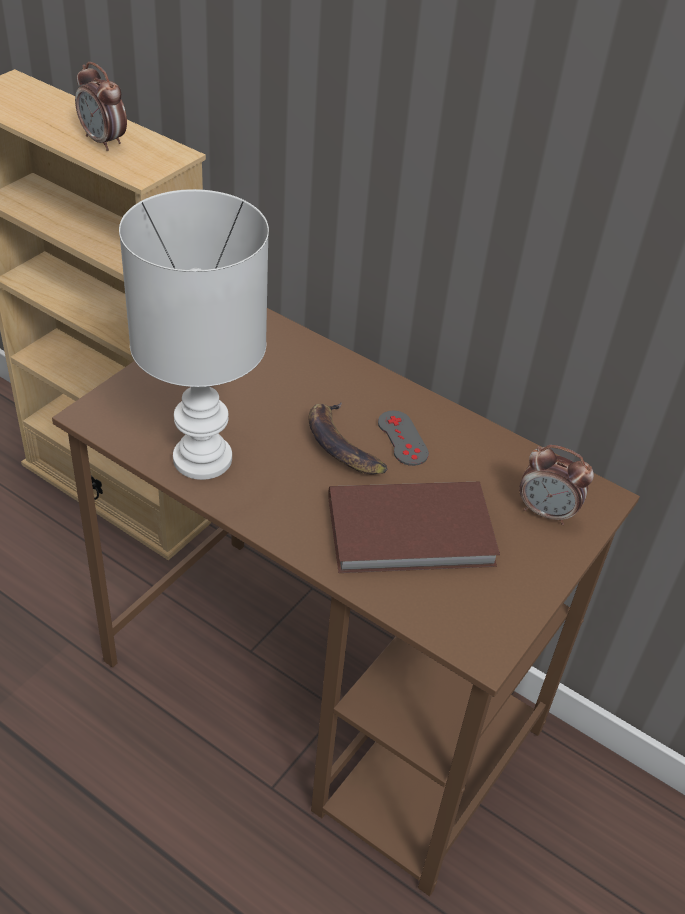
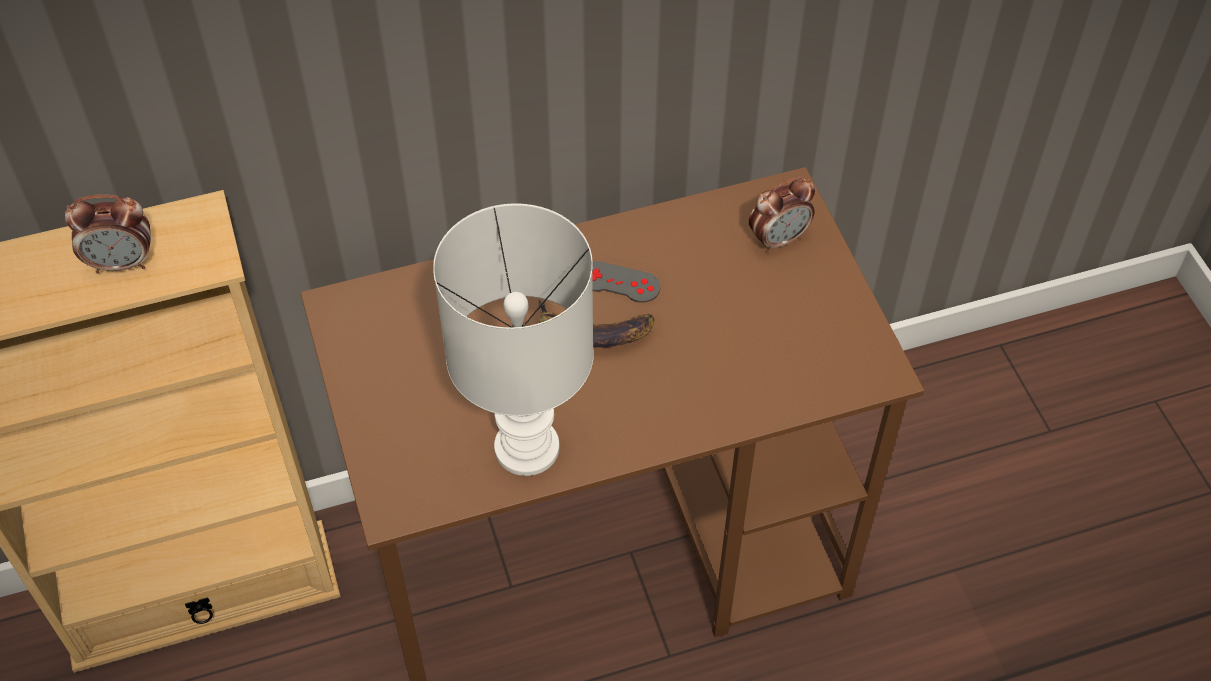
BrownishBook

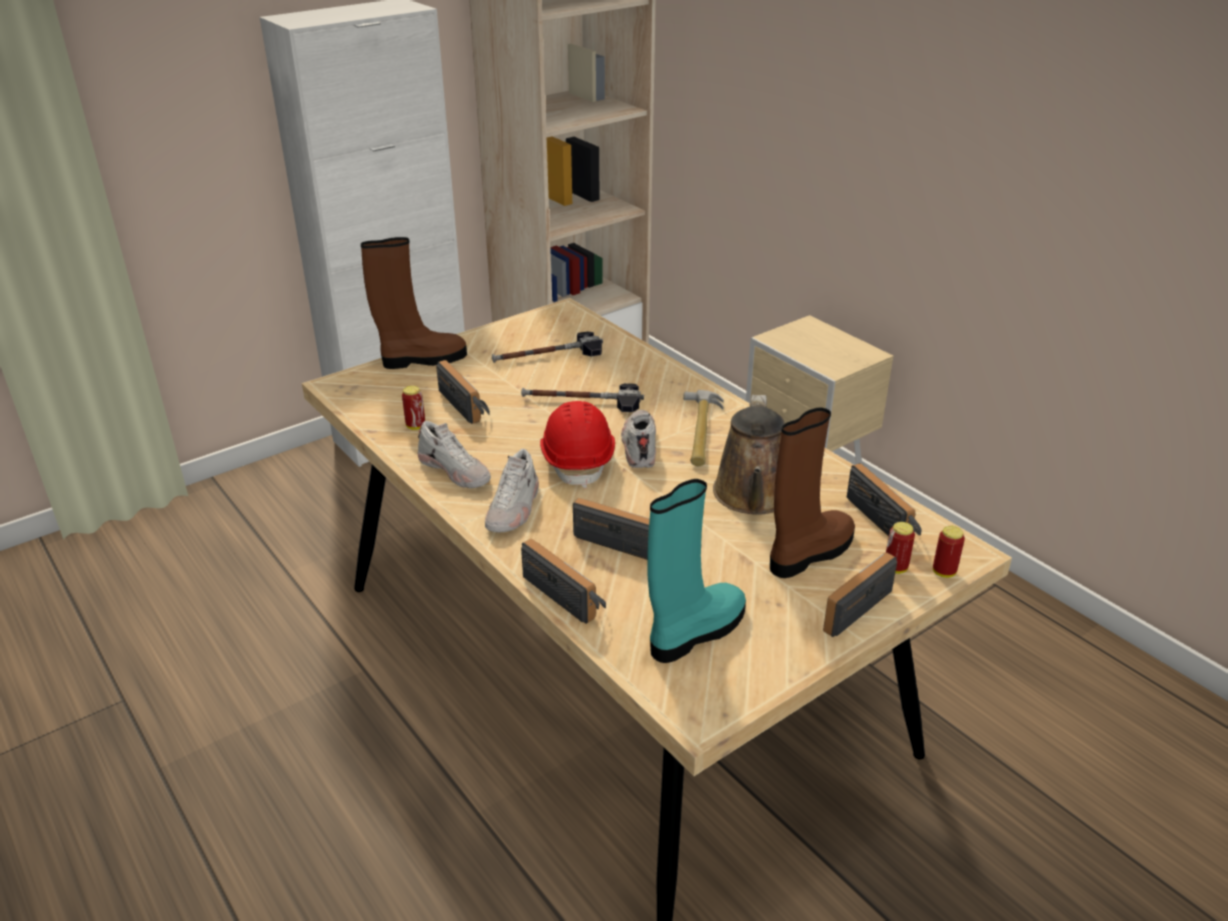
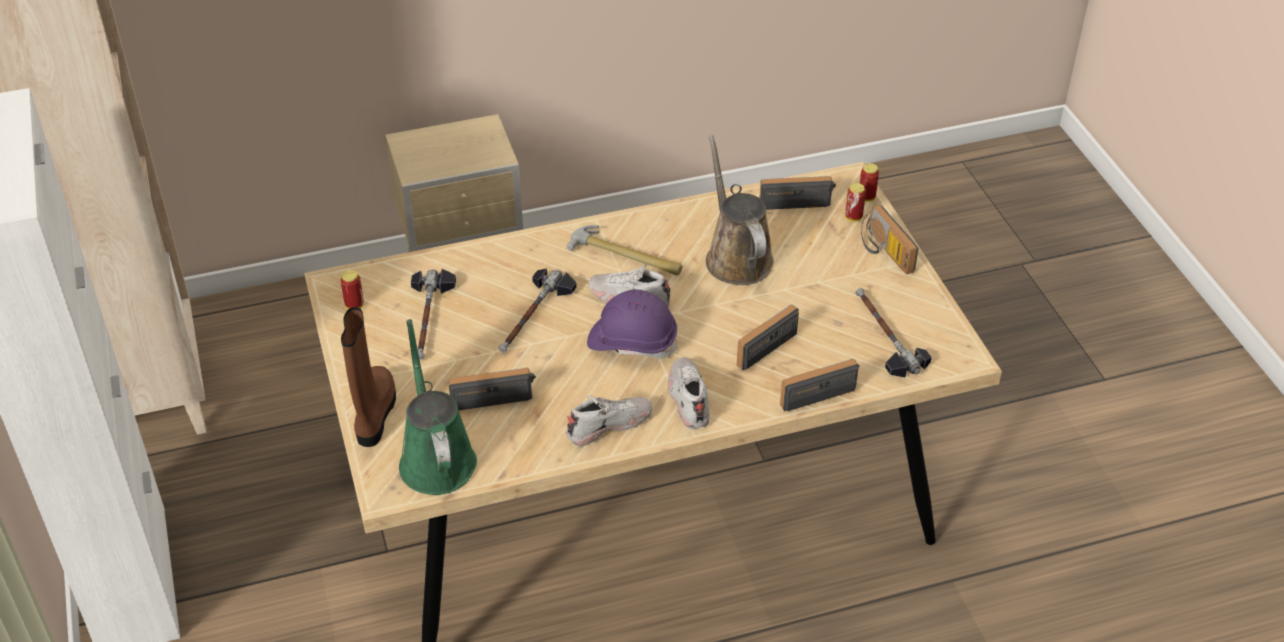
MetalCan (no. 1 from left); BrownishWateringPot; PurpleWorkHelmet; BrownishHighTopBoot (no. 2 from left in the first image); WhitishLowShoe (no. 3 from left); ToolHammer (no. 4 from left); GreenishWateringPot

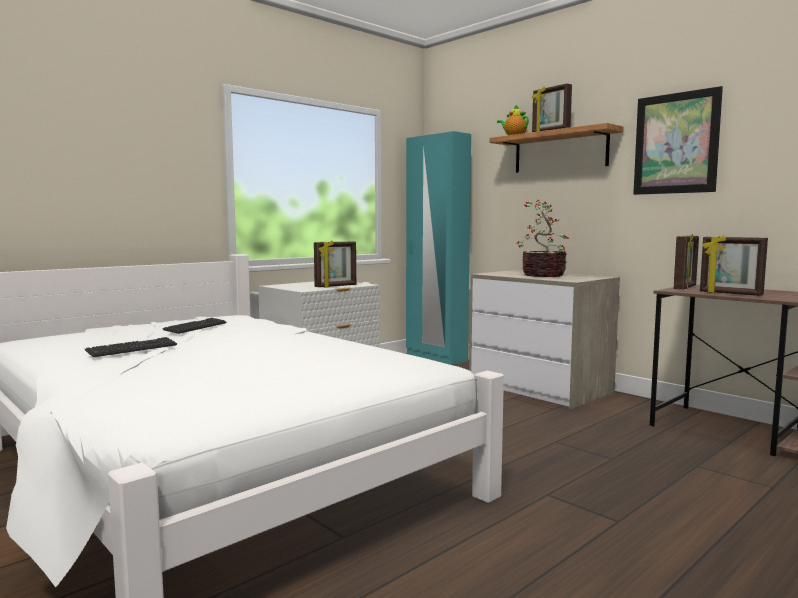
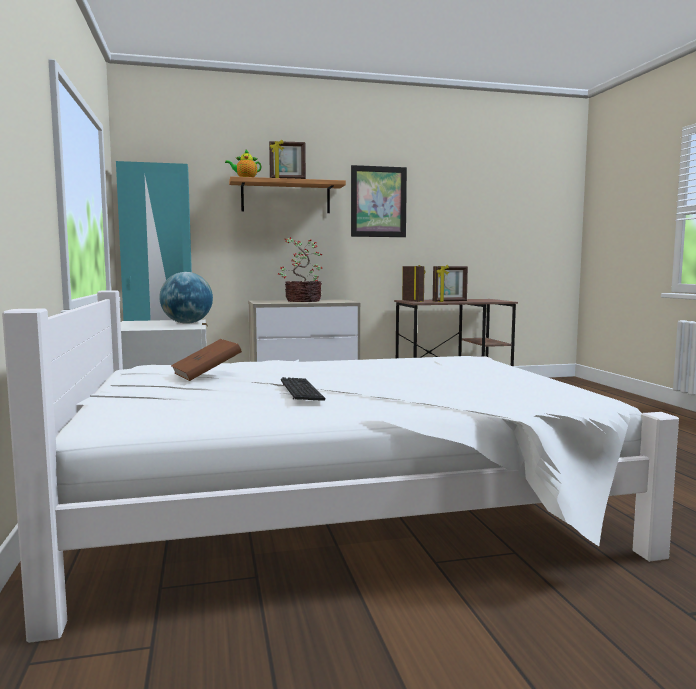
WorldGlobe; BrownishBook

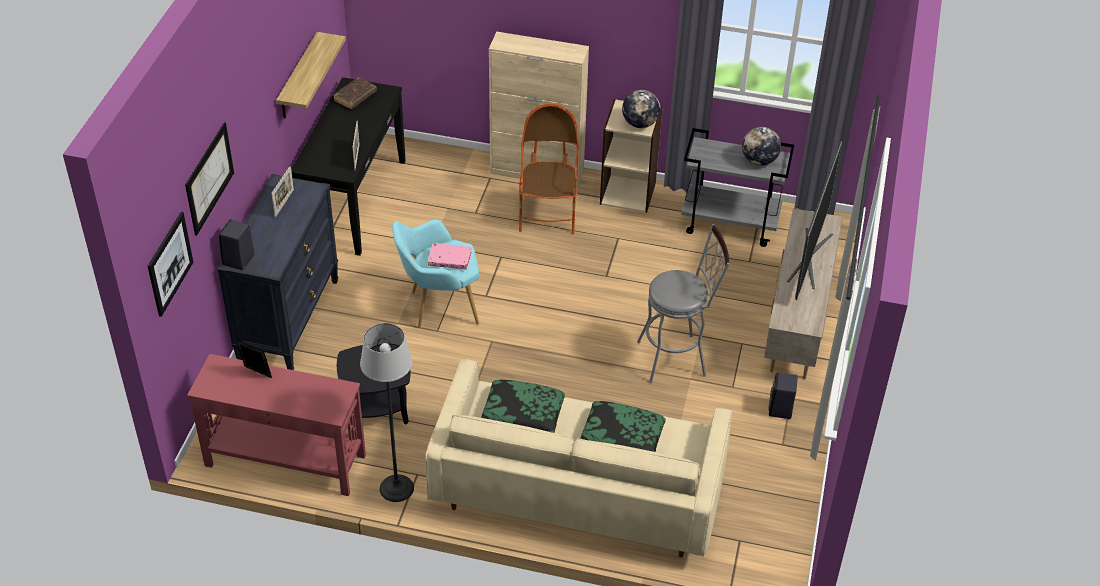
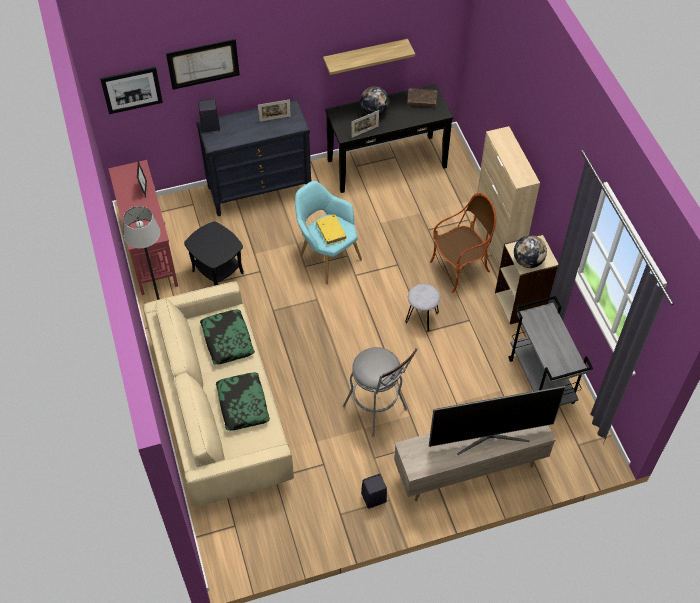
WorldGlobe (no. 1 from left); YellowBook; GreySittingStool (no. 2 from left)

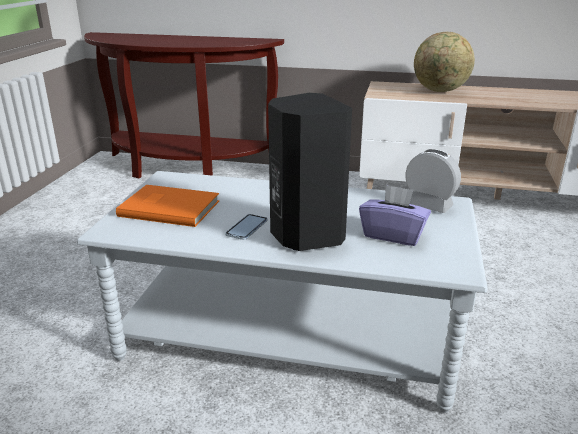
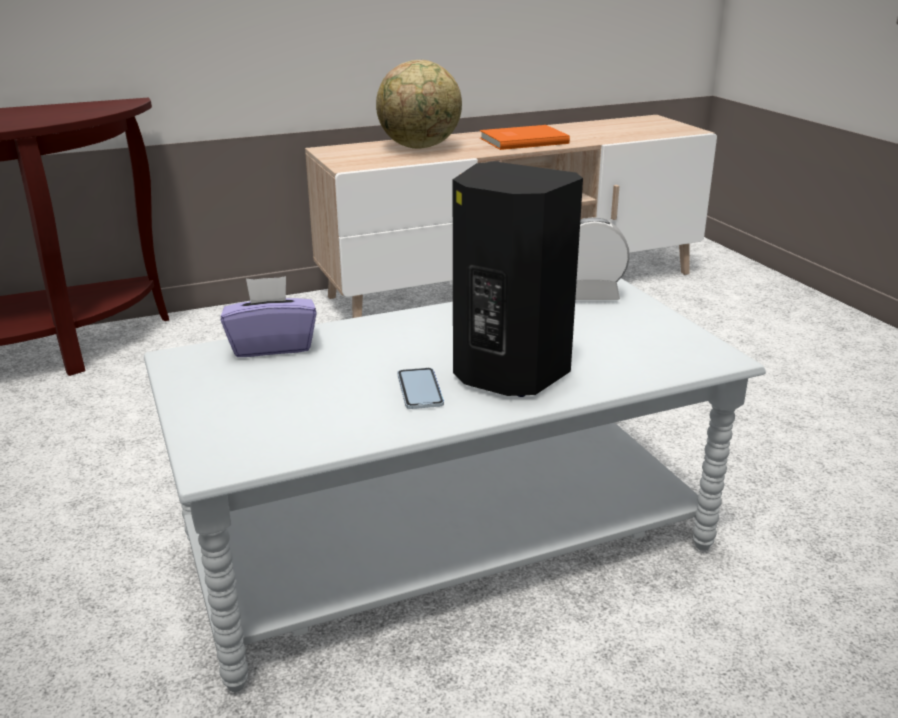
OrangeyBook; PurpleTissueBox

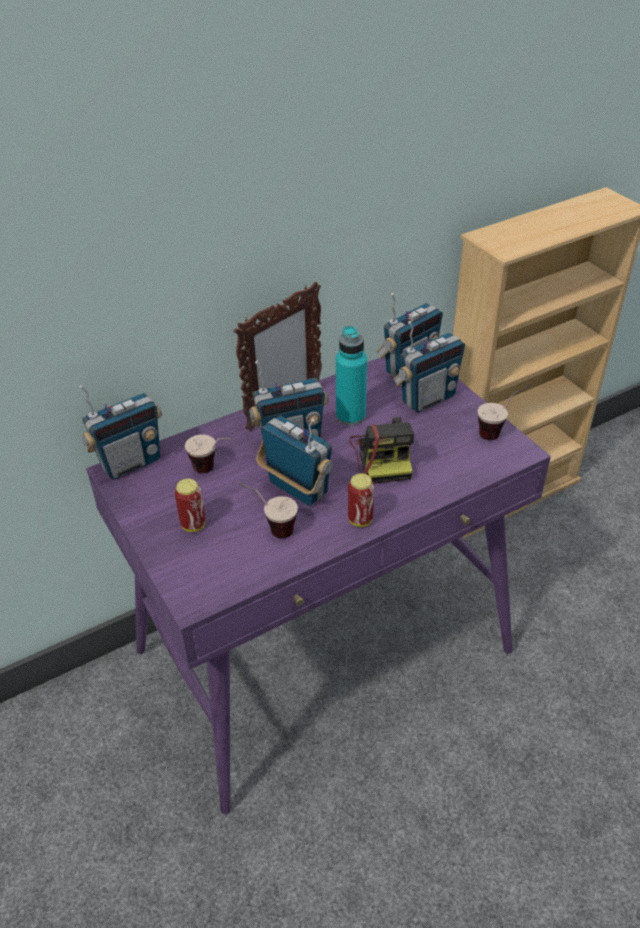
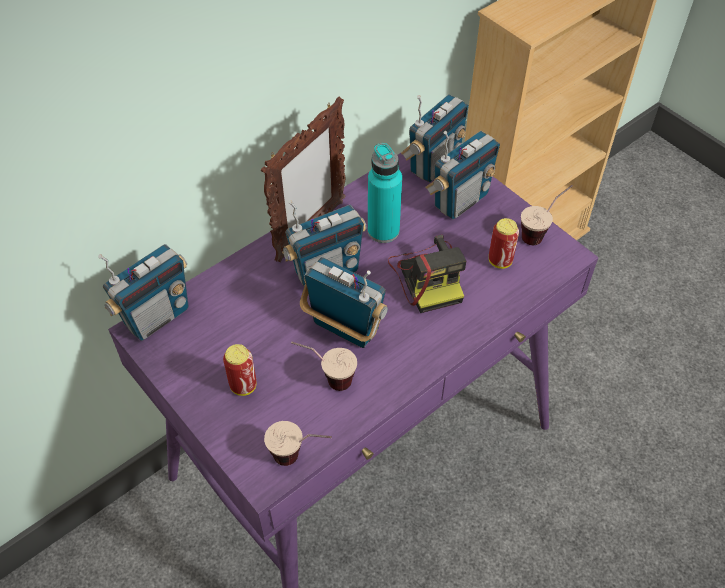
DrinkingCup (no. 1 from left); MetalCan (no. 2 from left)

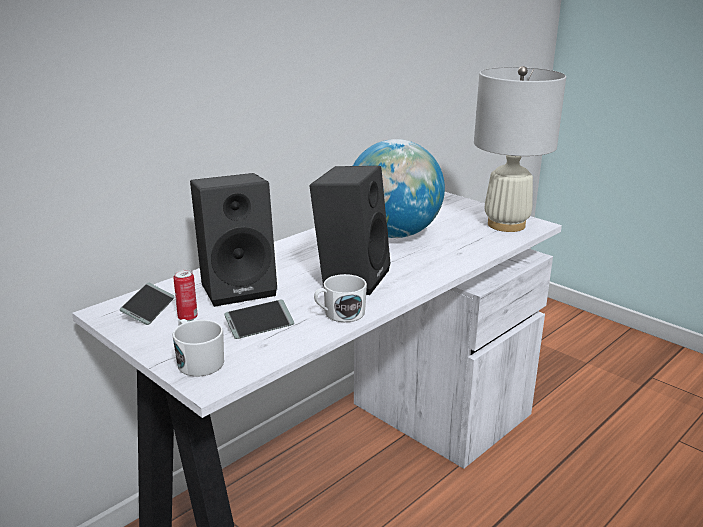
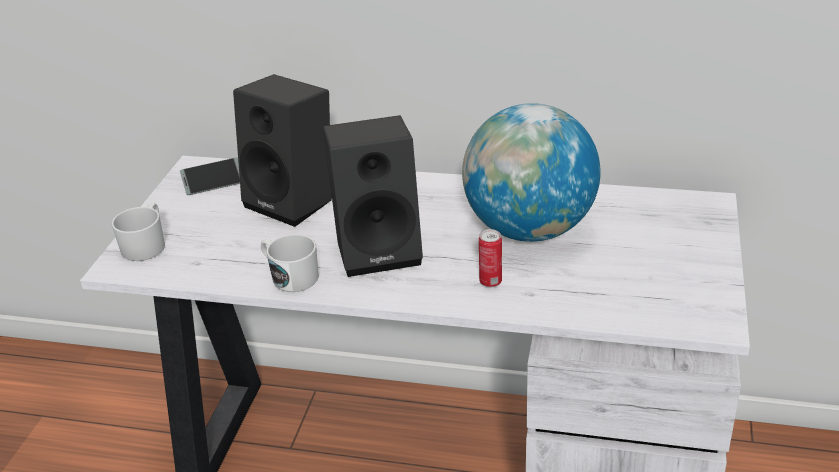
WhitishLampForATable; MetalCan; Phone (no. 2 from left in the first image)

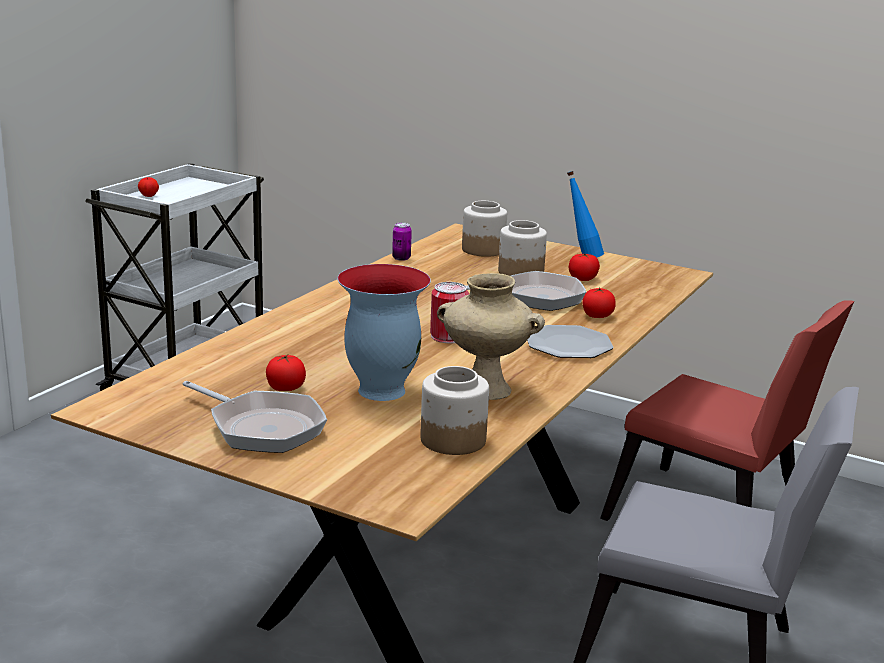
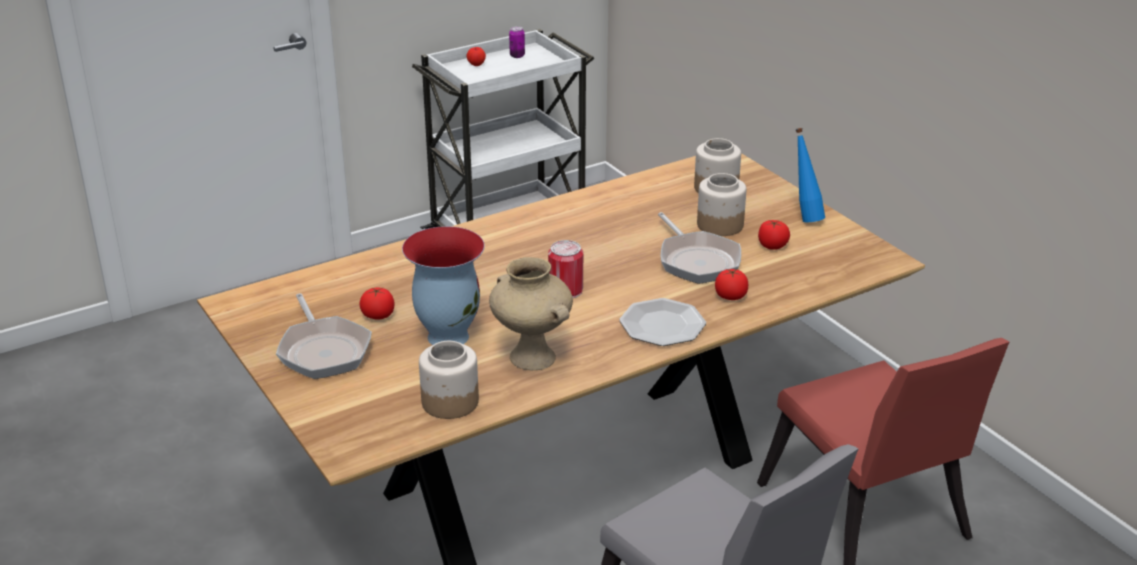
MetalCan (no. 1 from left); Pan (no. 2 from left)

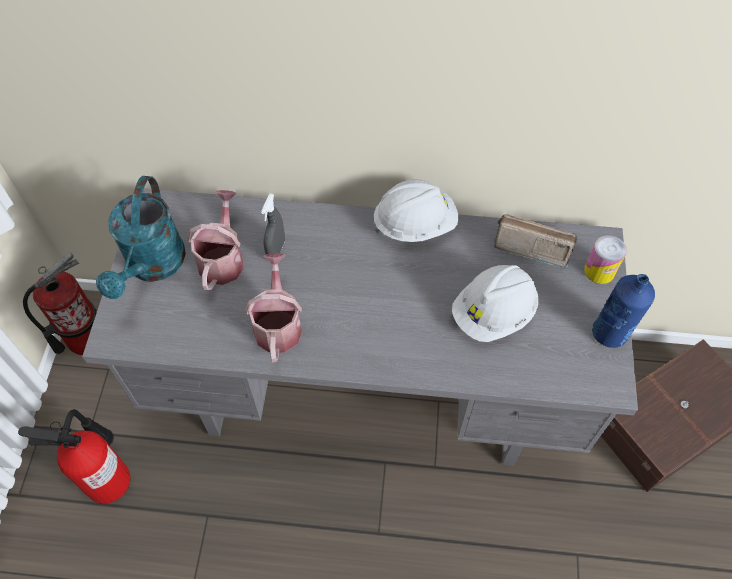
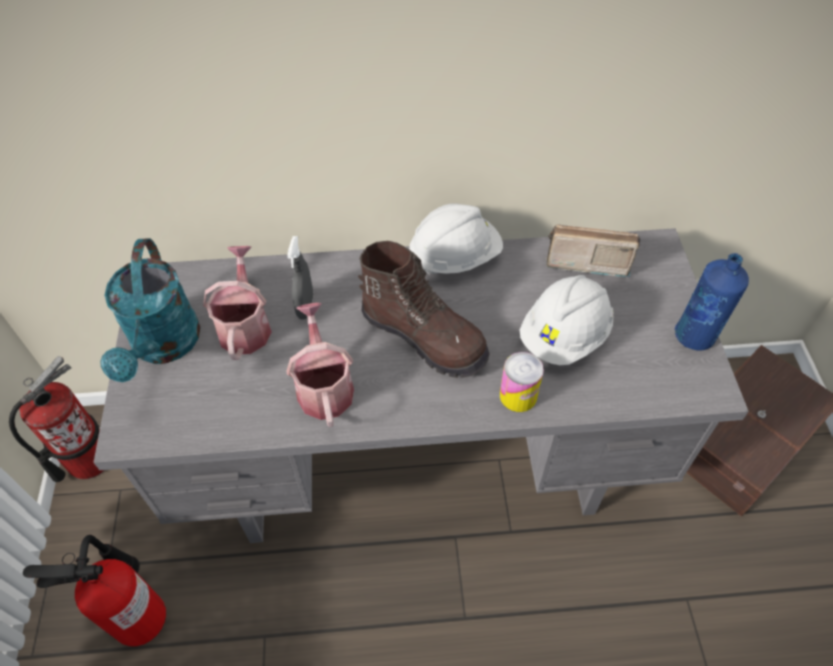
MetalCan; BrownishHighTopBoot

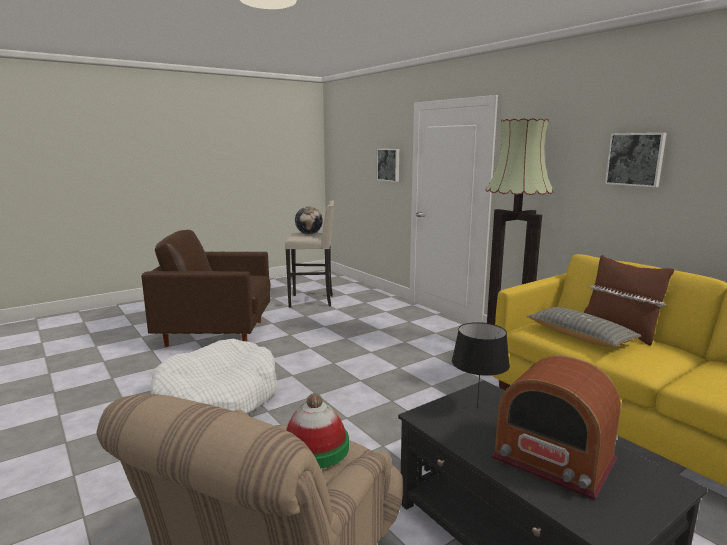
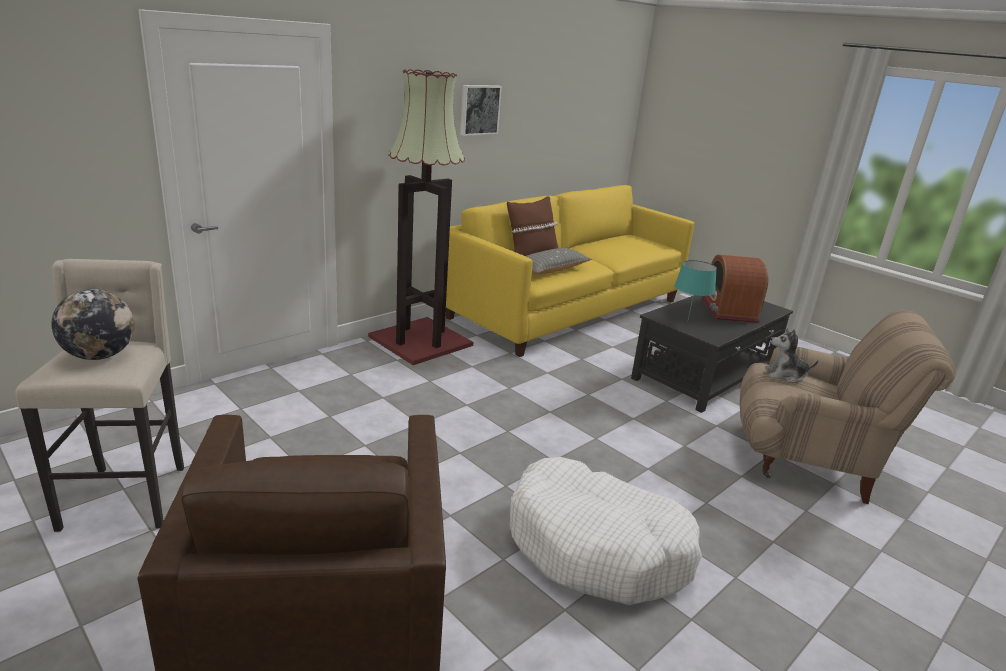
WallPicture (no. 1 from left in the first image); TurquoiseLampForATable; RadioReceiver; SoftToy

